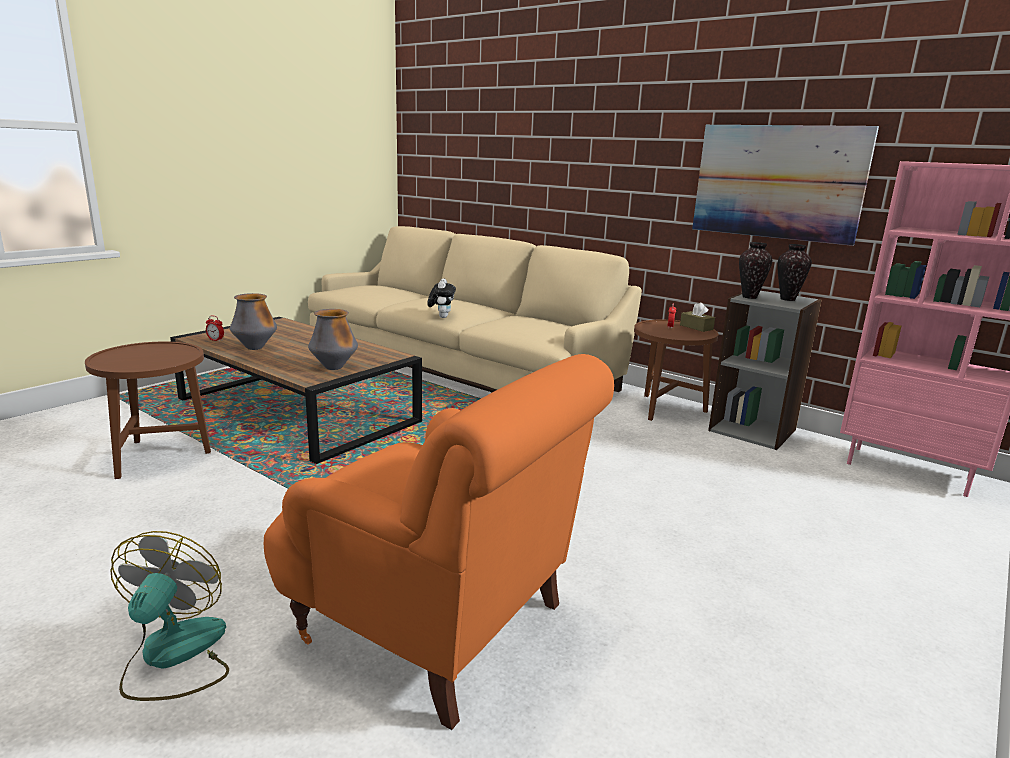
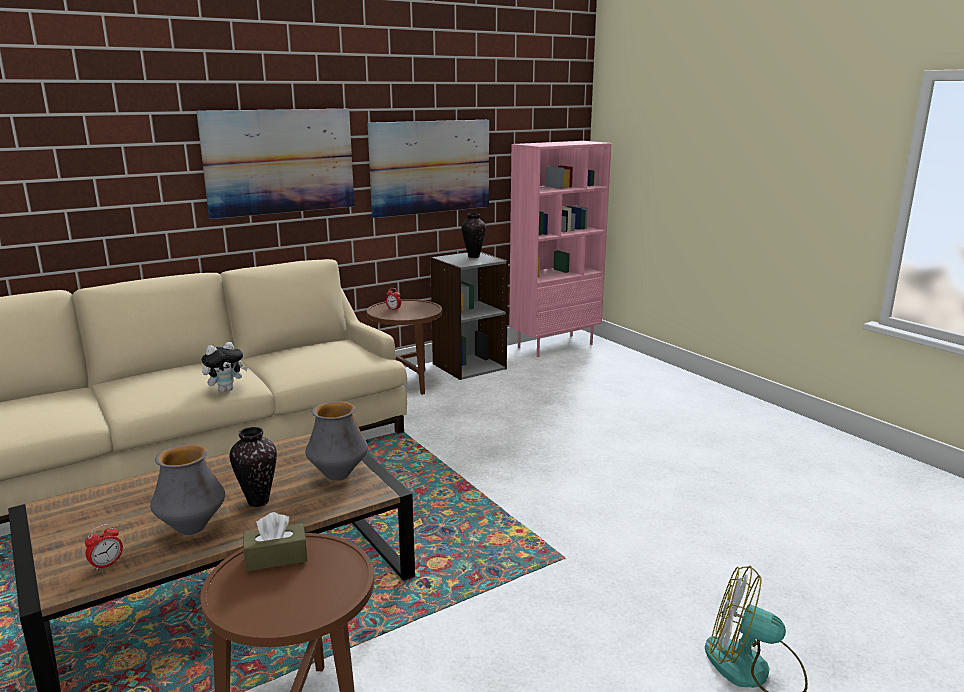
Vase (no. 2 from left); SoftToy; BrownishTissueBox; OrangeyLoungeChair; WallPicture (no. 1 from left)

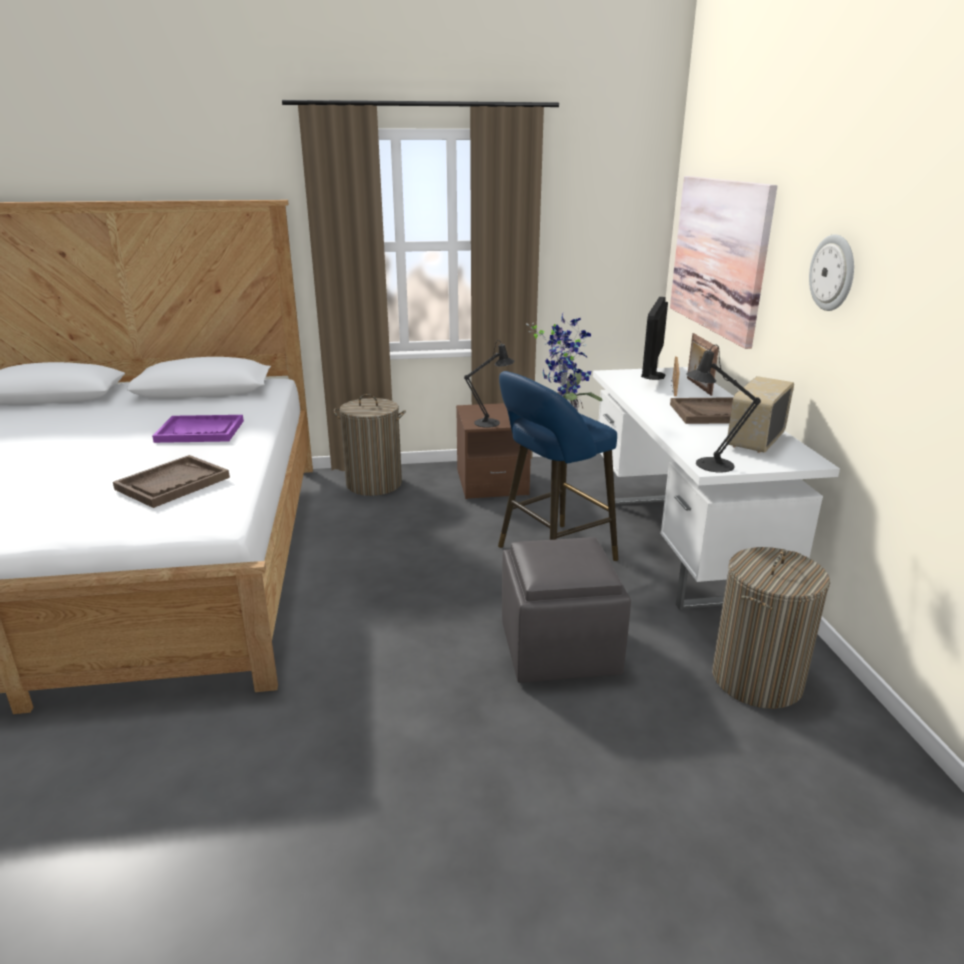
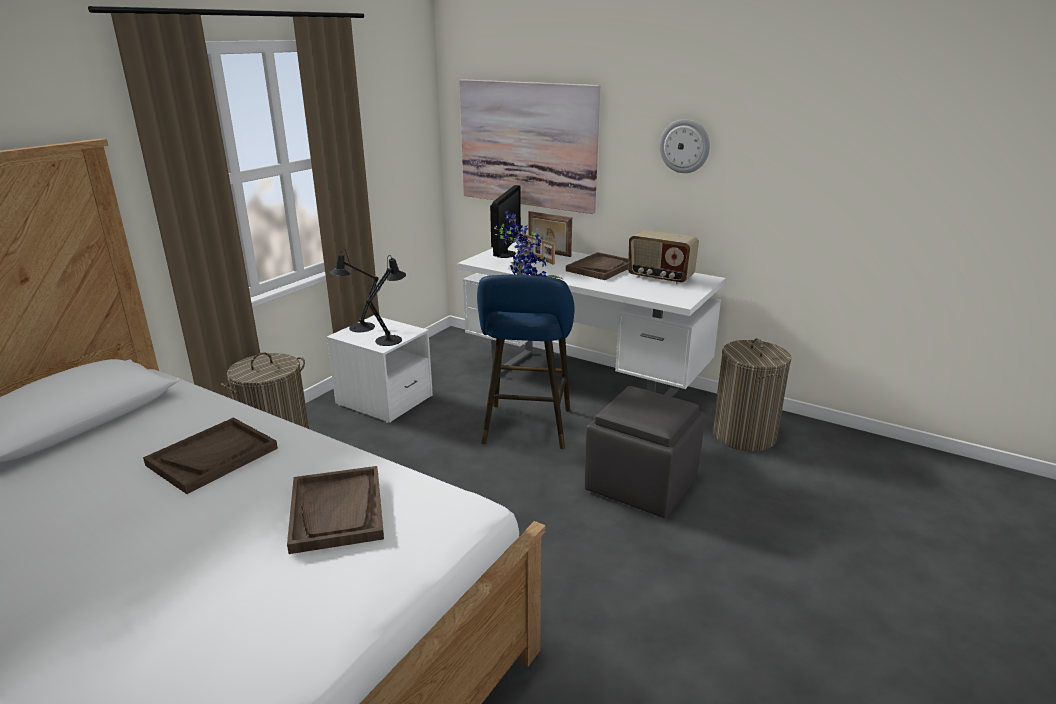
Monitor; BlackColouredLampForATable (no. 1 from left); RadioReceiver; WhitishNightTable; BrownishCarryingTray (no. 1 from left)

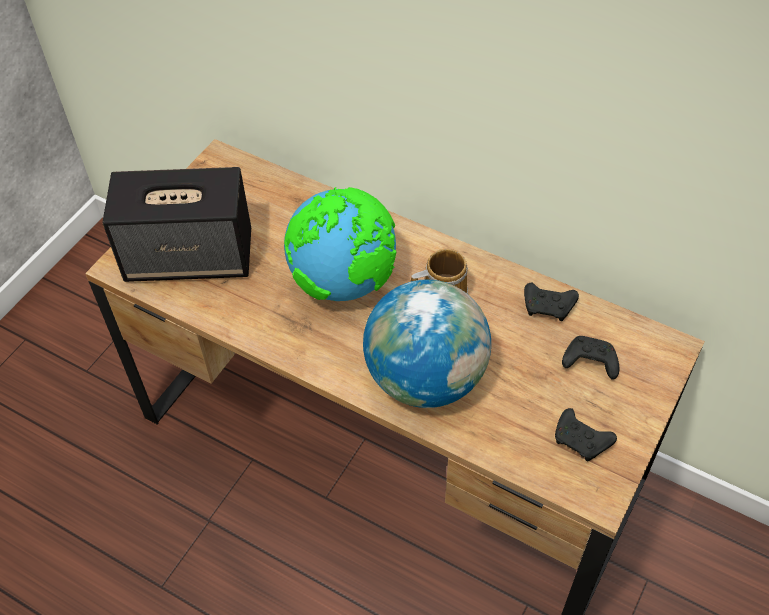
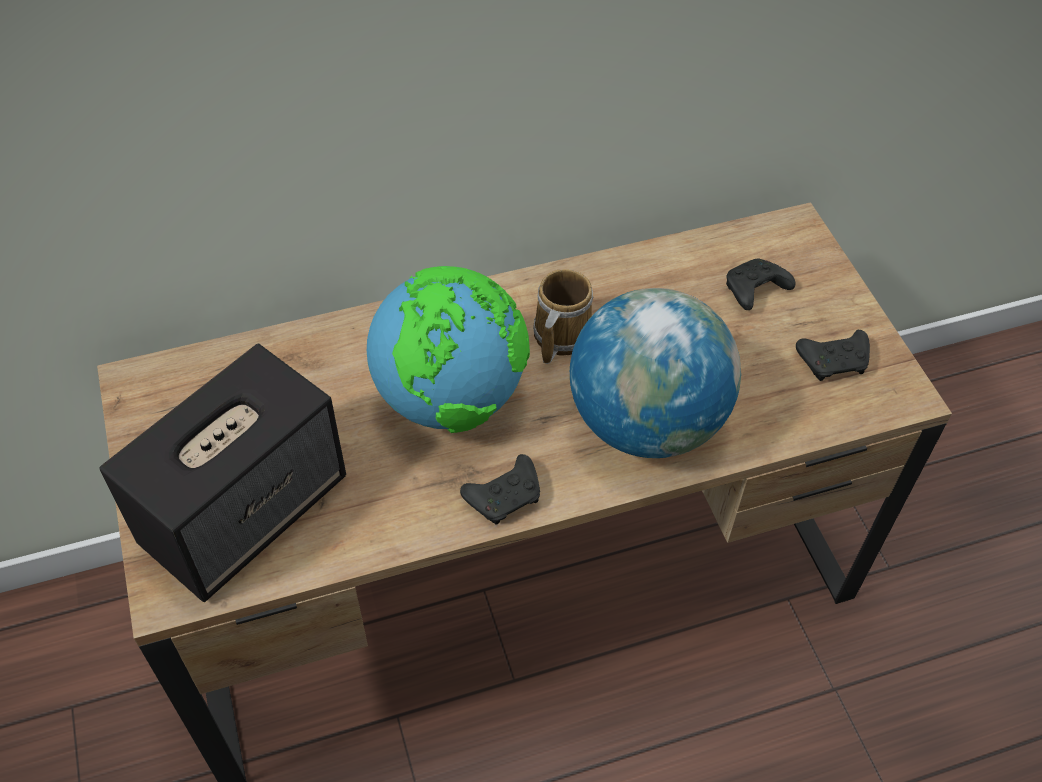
BlackColouredJoypad (no. 1 from left)

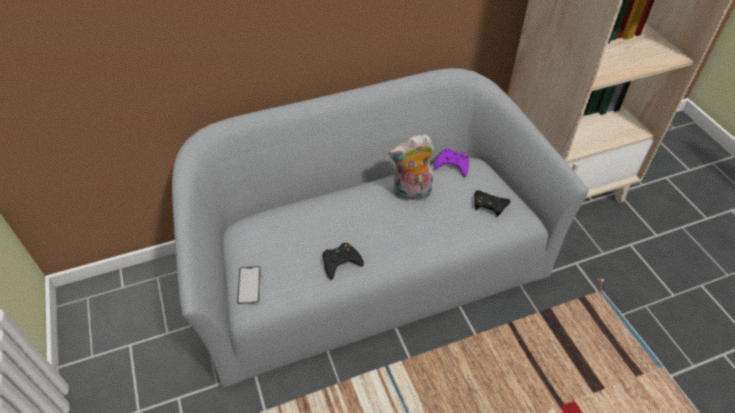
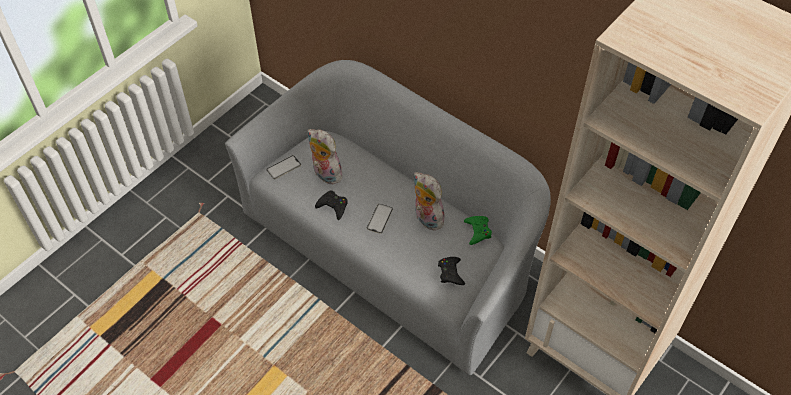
GreenishJoypad; SoftToy (no. 1 from left); Phone (no. 2 from left)

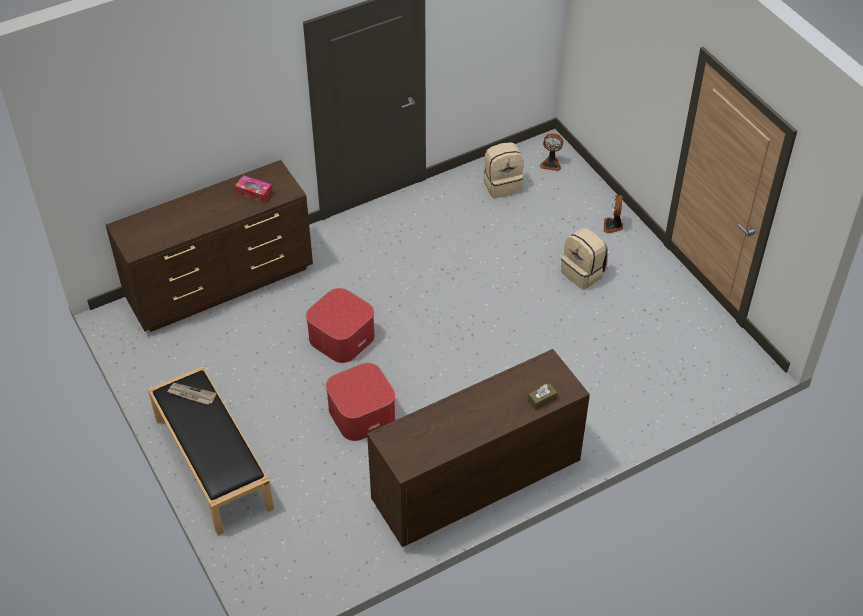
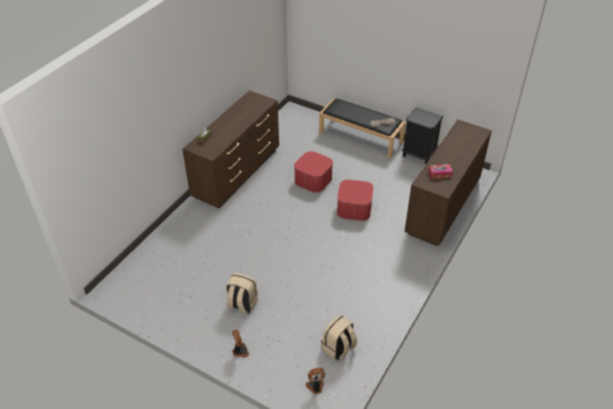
BlackColouredNightTable

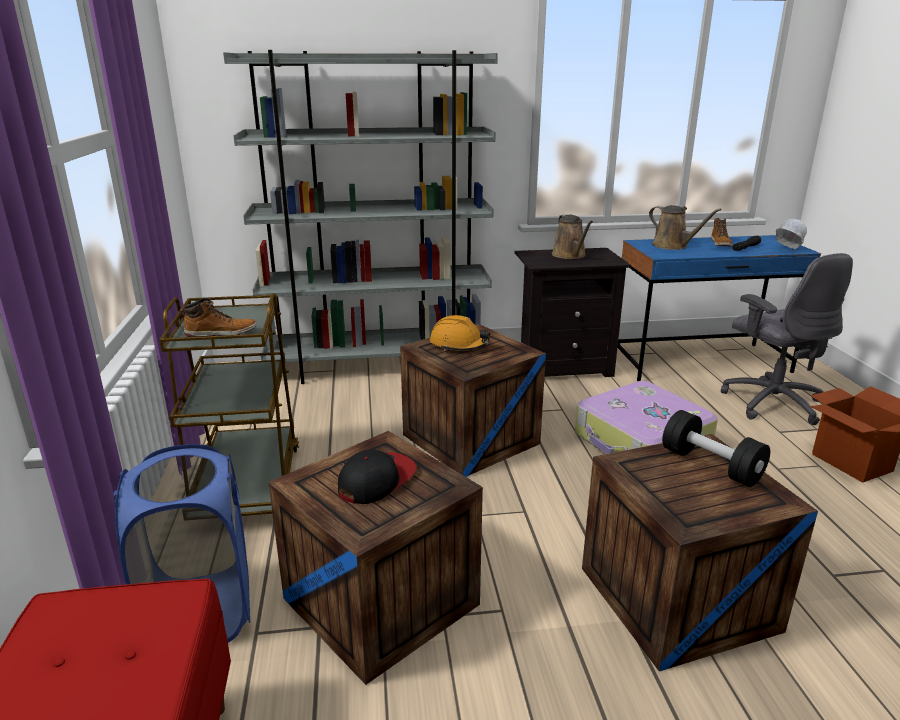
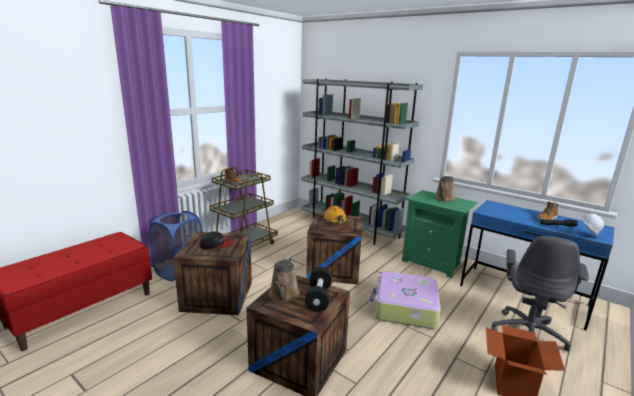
BrownishWateringPot (no. 1 from left); GreenishNightTable

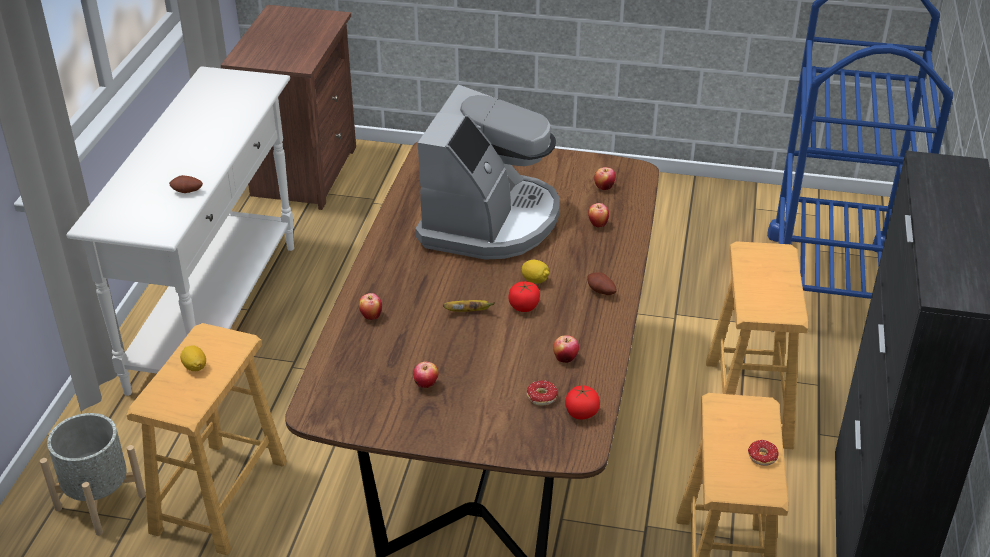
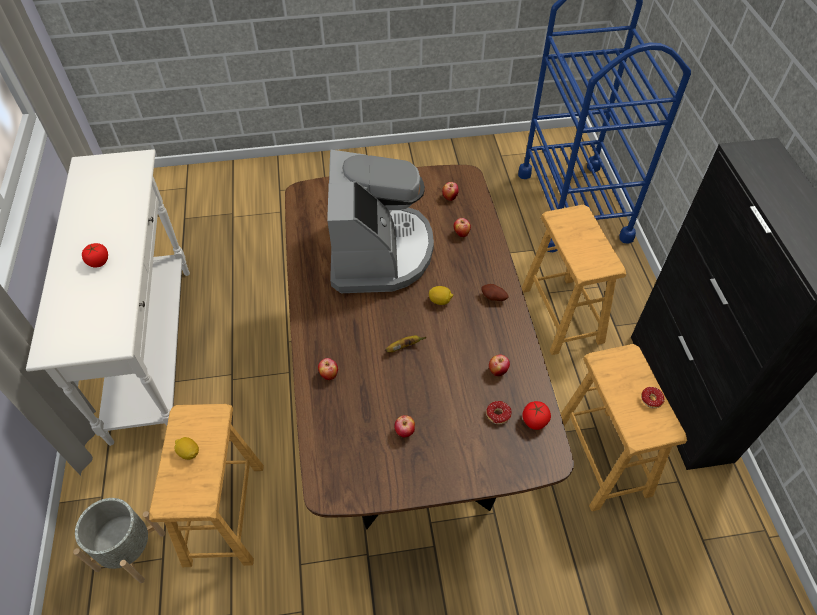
BrownishNightTable; Spud (no. 1 from left in the first image); FreshTomato (no. 1 from left)

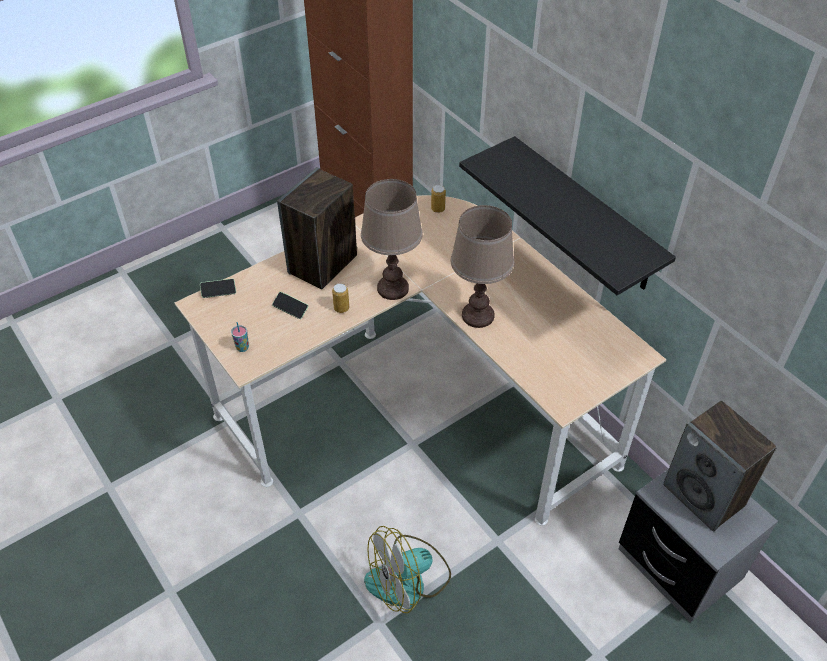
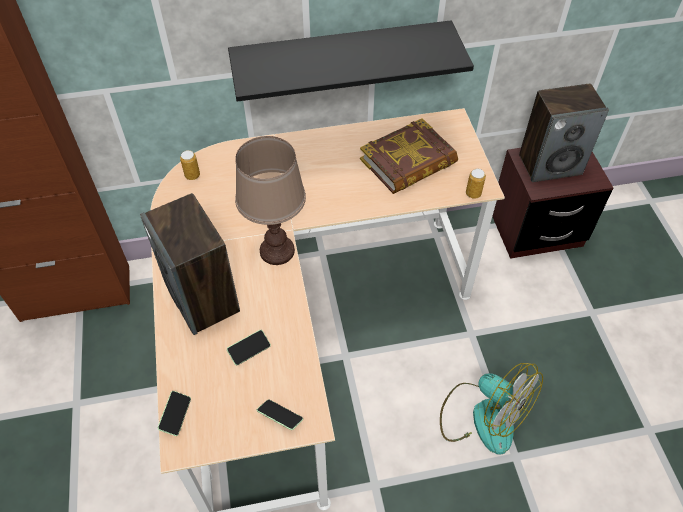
BrownishLampForATable (no. 2 from left in the first image); MetalCan (no. 2 from left); Phone (no. 3 from left); BrownishNightTable; CoolingFan; Book

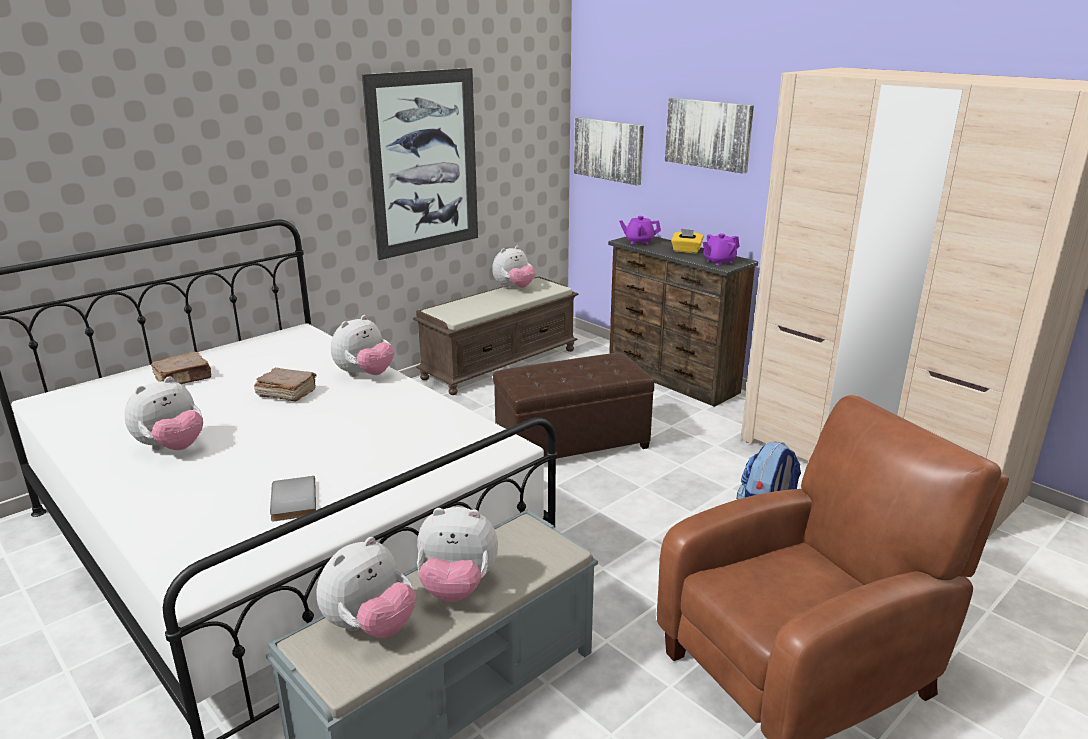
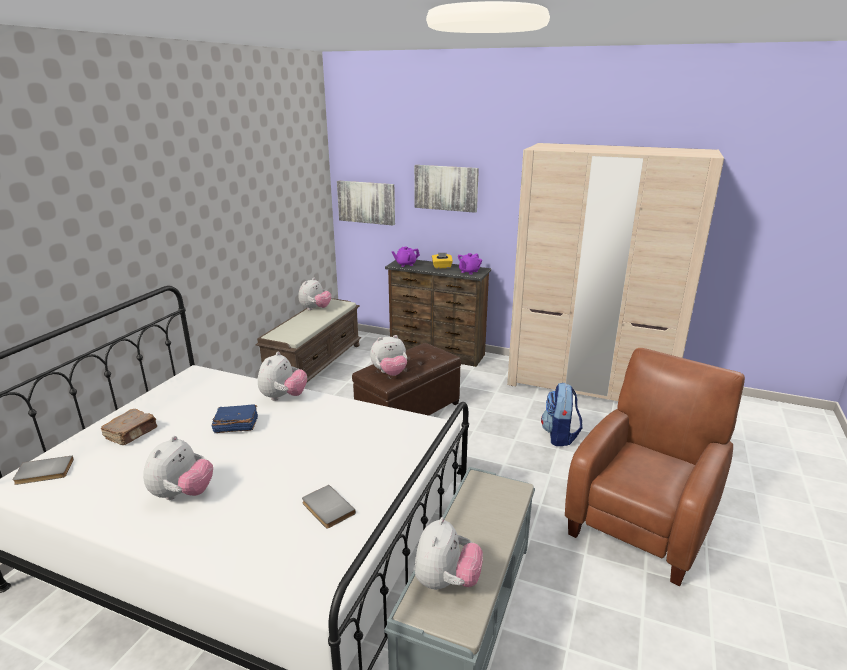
WallPicture (no. 1 from left in the first image); BluishBook; SoftToy (no. 4 from left); GreyBook (no. 1 from left)

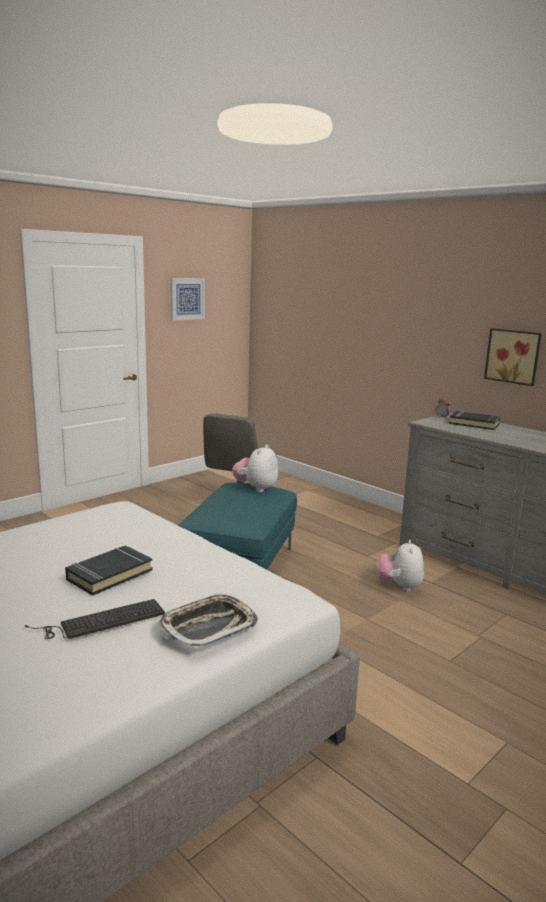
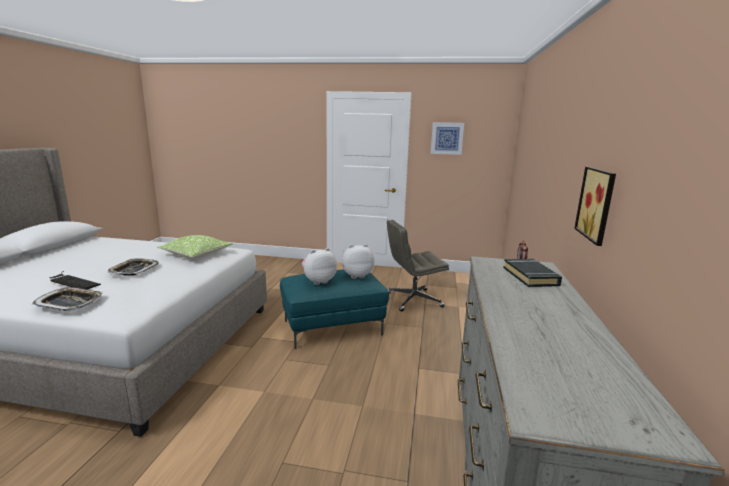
SoftToy (no. 1 from left); CarryingTray (no. 2 from left); ThrowPillow

